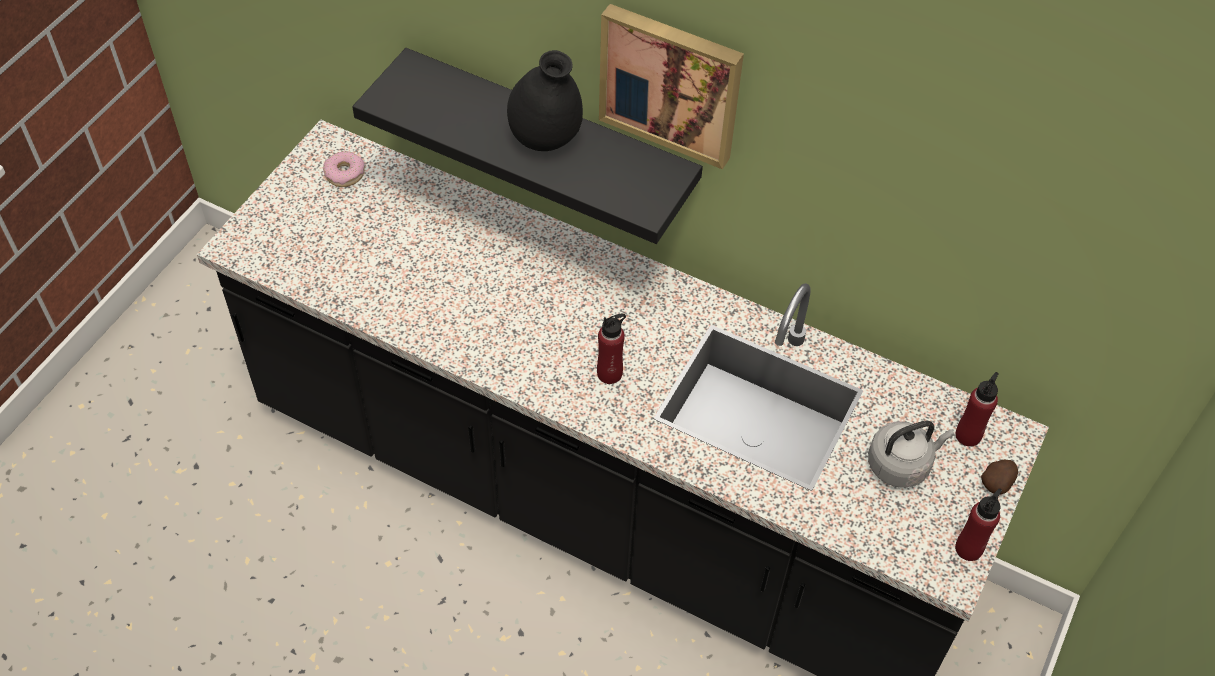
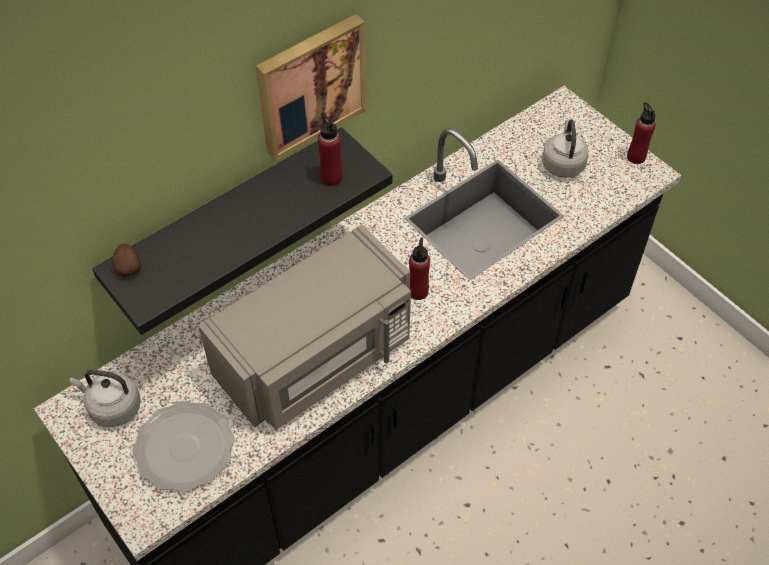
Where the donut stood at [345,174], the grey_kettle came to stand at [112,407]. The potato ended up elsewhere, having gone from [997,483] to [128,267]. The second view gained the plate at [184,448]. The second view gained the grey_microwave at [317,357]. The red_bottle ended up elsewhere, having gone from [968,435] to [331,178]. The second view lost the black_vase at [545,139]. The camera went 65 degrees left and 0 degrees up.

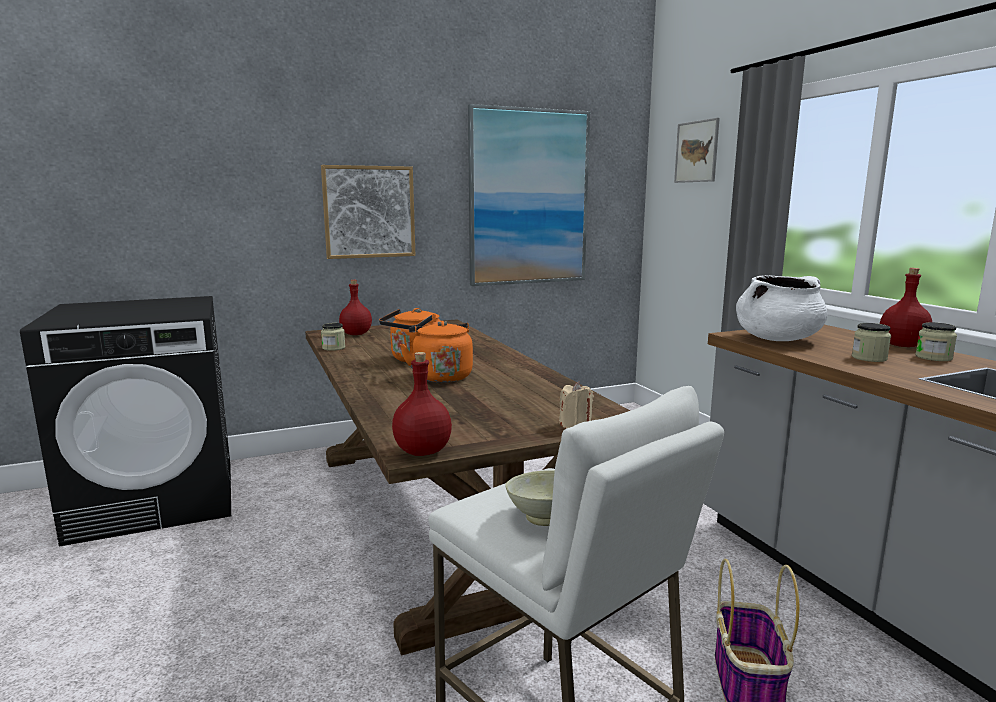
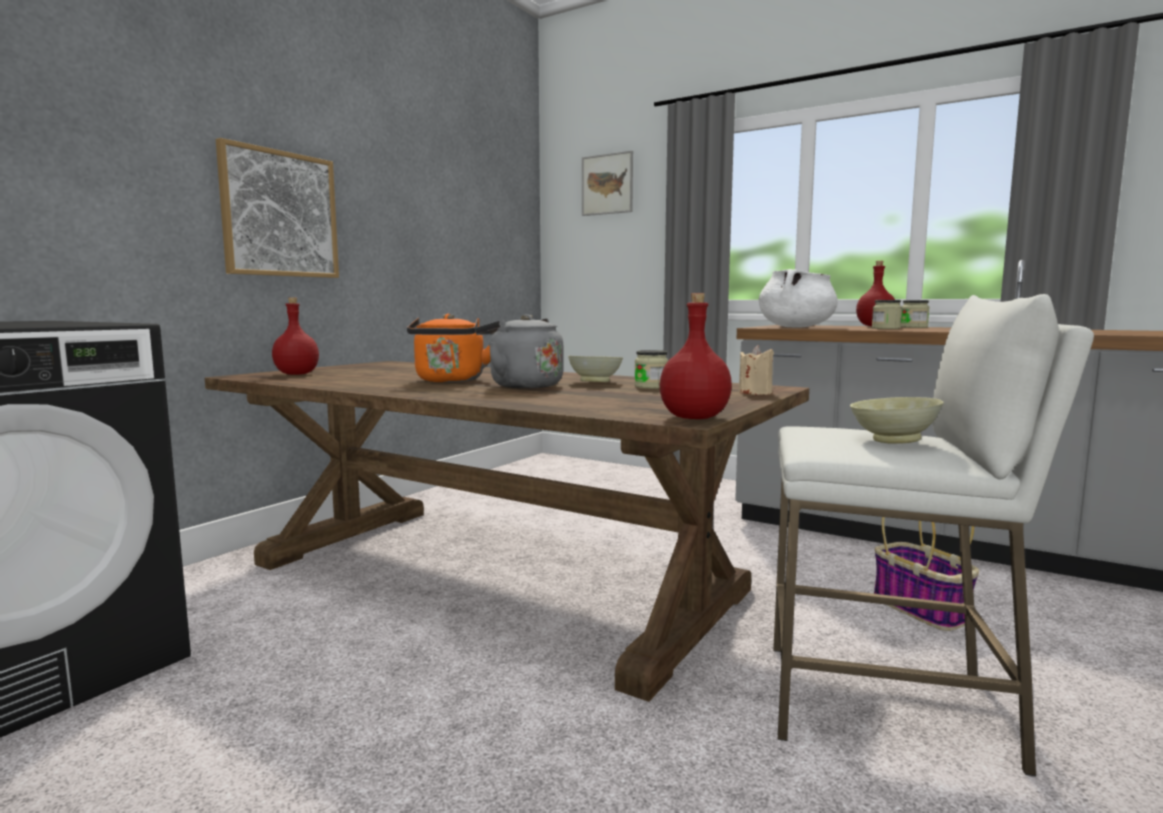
What was the orange_kettle at [441,376] turned into the grey_kettle at [522,385]. The second view gained the beige_bowl at [596,382]. The jar ended up elsewhere, having gone from [333,348] to [651,386]. The second view lost the picture at [528,198]. The camera went 35 degrees left and 5 degrees down.

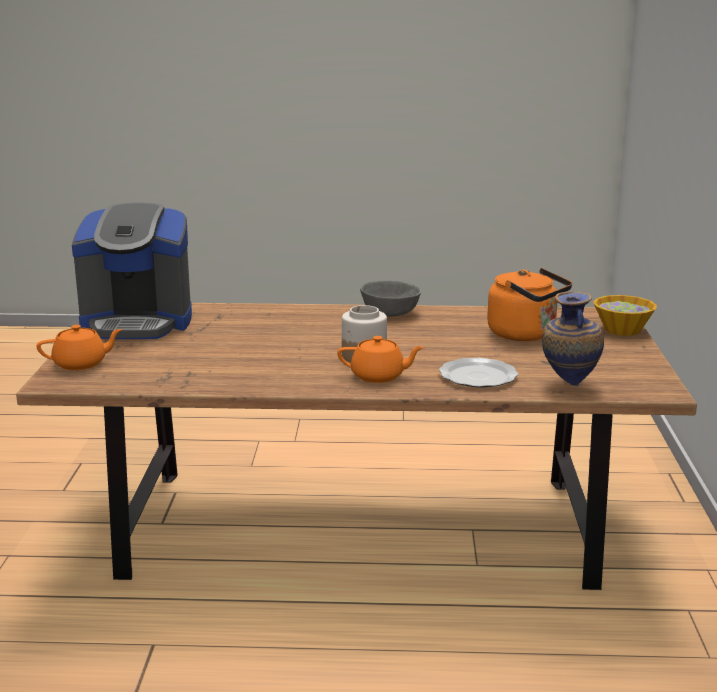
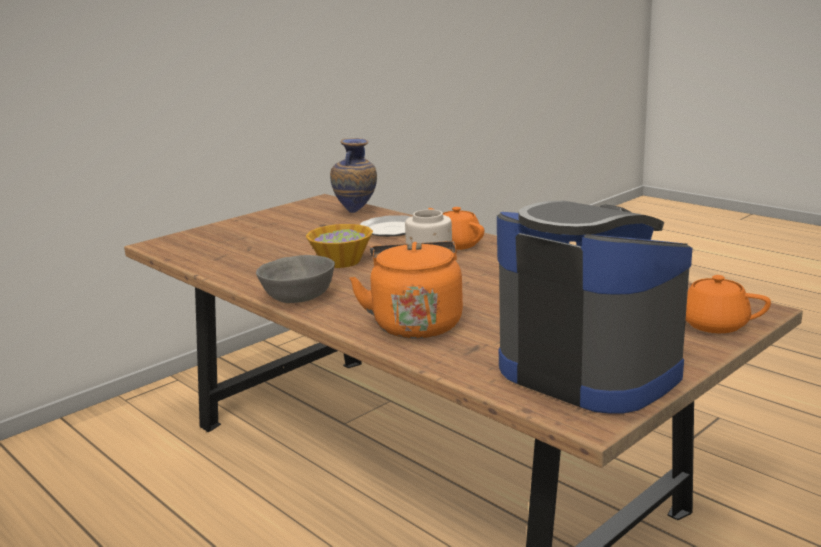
The bowl ended up elsewhere, having gone from [622,330] to [341,261]. The orange_kettle ended up elsewhere, having gone from [526,334] to [416,323]. The camera went 135 degrees left and 0 degrees up.

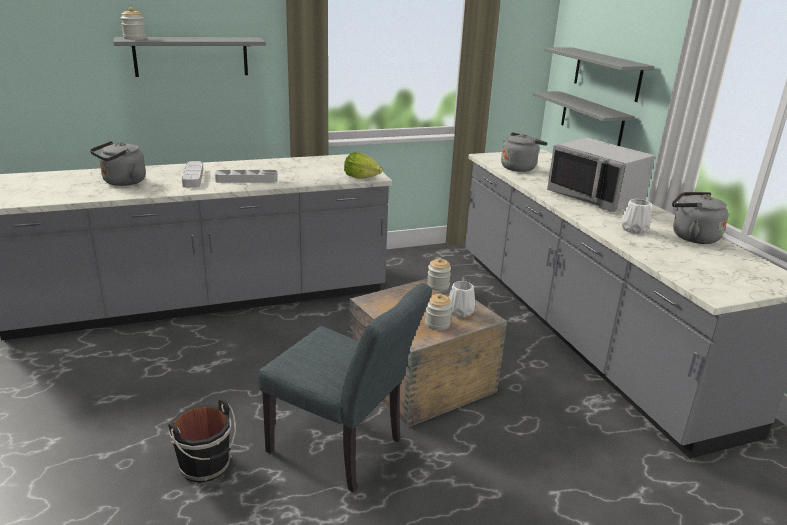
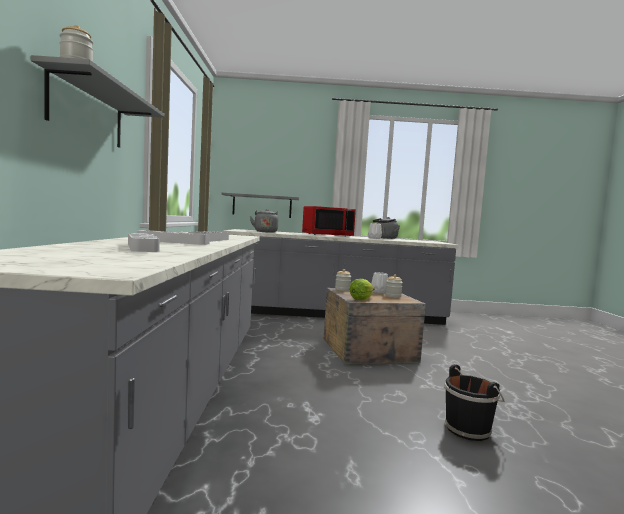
Where the grey_kettle stood at [122,182], the grey_tray came to stand at [142,247]. What was the grey_microwave at [596,197] turned into the red_microwave at [327,235]. The lettuce ended up elsewhere, having gone from [361,177] to [361,299]. The second view lost the grey_chair at [343,449]. The second view lost the grey_shelf at [607,74]. The camera went 70 degrees left and 20 degrees down.

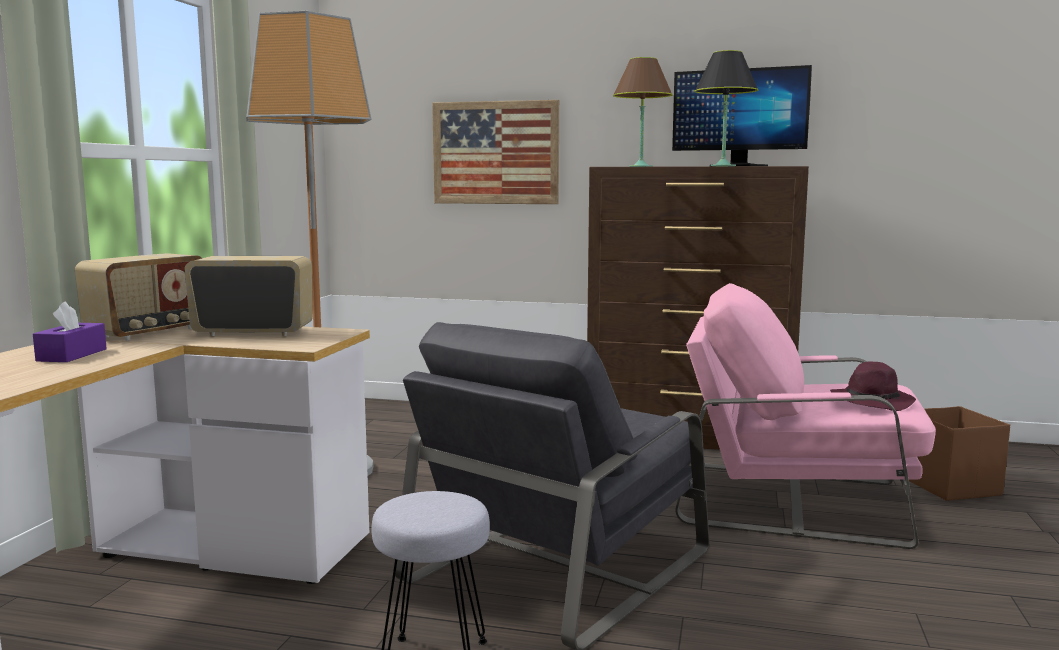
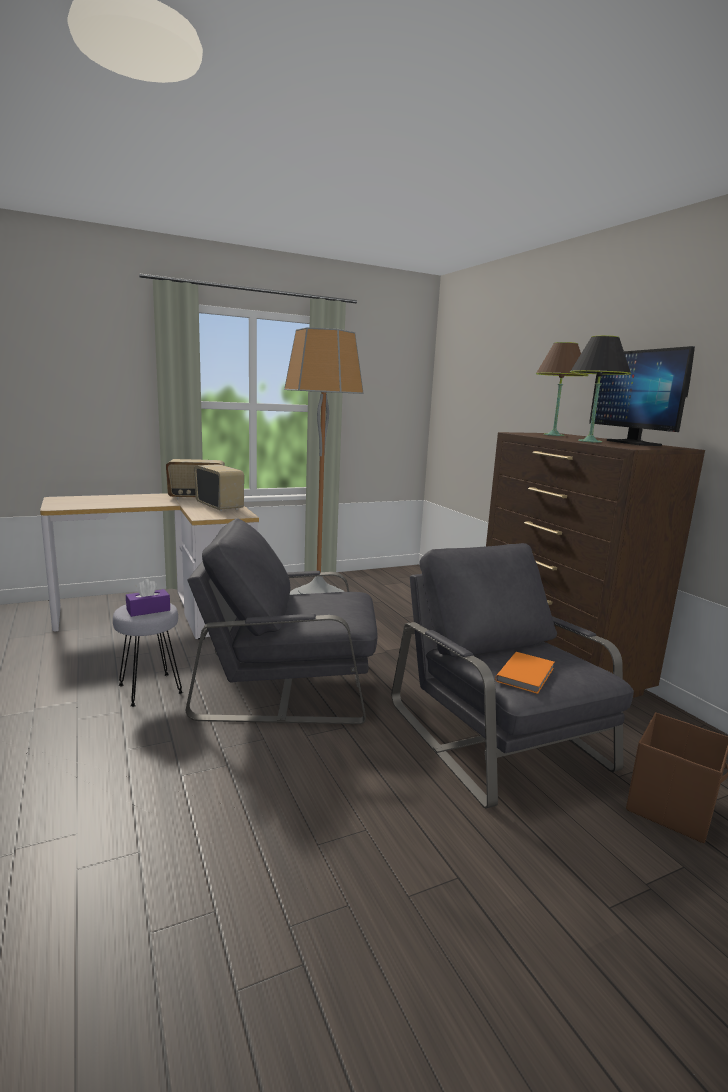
The purple_tissue_box ended up elsewhere, having gone from [72,355] to [148,610]. What was the pink_armchair at [794,501] turned into the grey_armchair at [499,736]. Where the purple_hat stood at [872,401], the orange_book came to stand at [527,674]. The second view lost the picture at [495,153]. The camera went 50 degrees right and 5 degrees up.

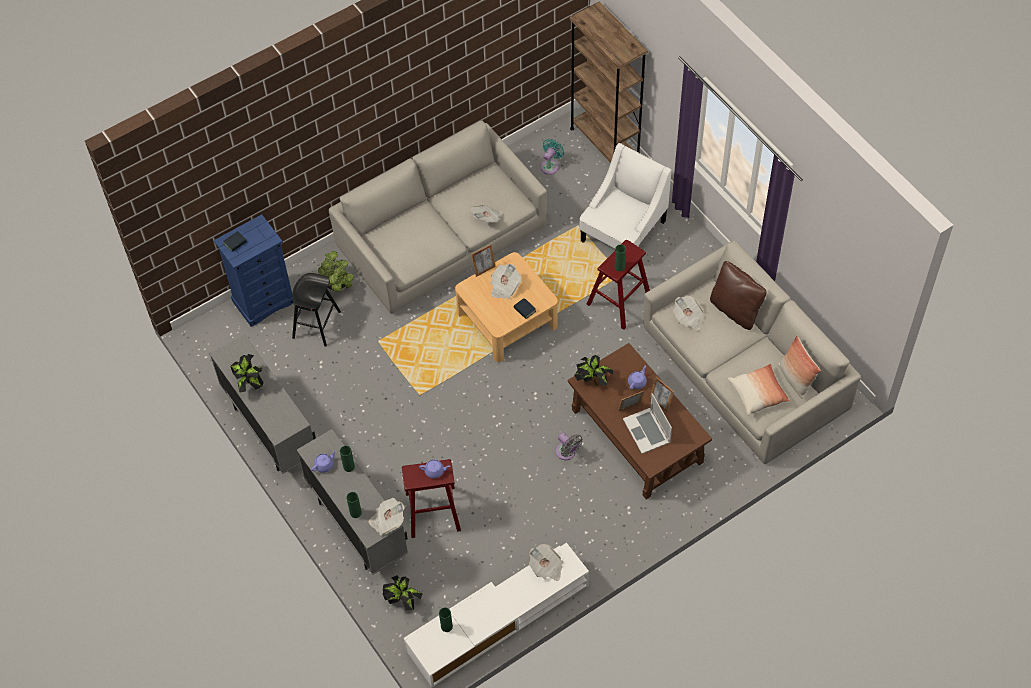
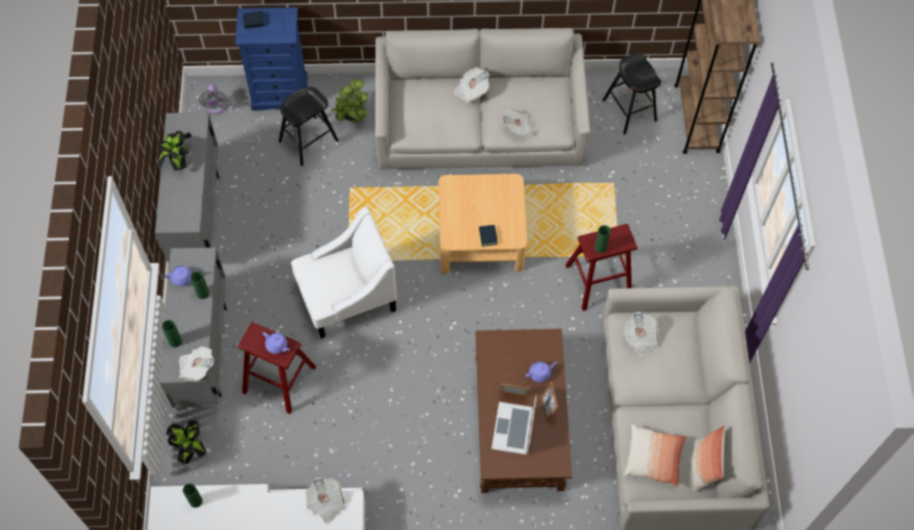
The grey_fan ended up elsewhere, having gone from [567,453] to [216,107]. The white_armchair ended up elsewhere, having gone from [623,231] to [346,296]. The newspaper ended up elsewhere, having gone from [504,287] to [471,90]. Where the turquoise_fan stood at [550,166], the black_stool came to stand at [629,110]. The second view lost the picture_frame at [484,269]. The second view lost the potted_plant at [593,381]. The second view lost the brown_pillow at [735,310]. The camera went 30 degrees right and 5 degrees up.

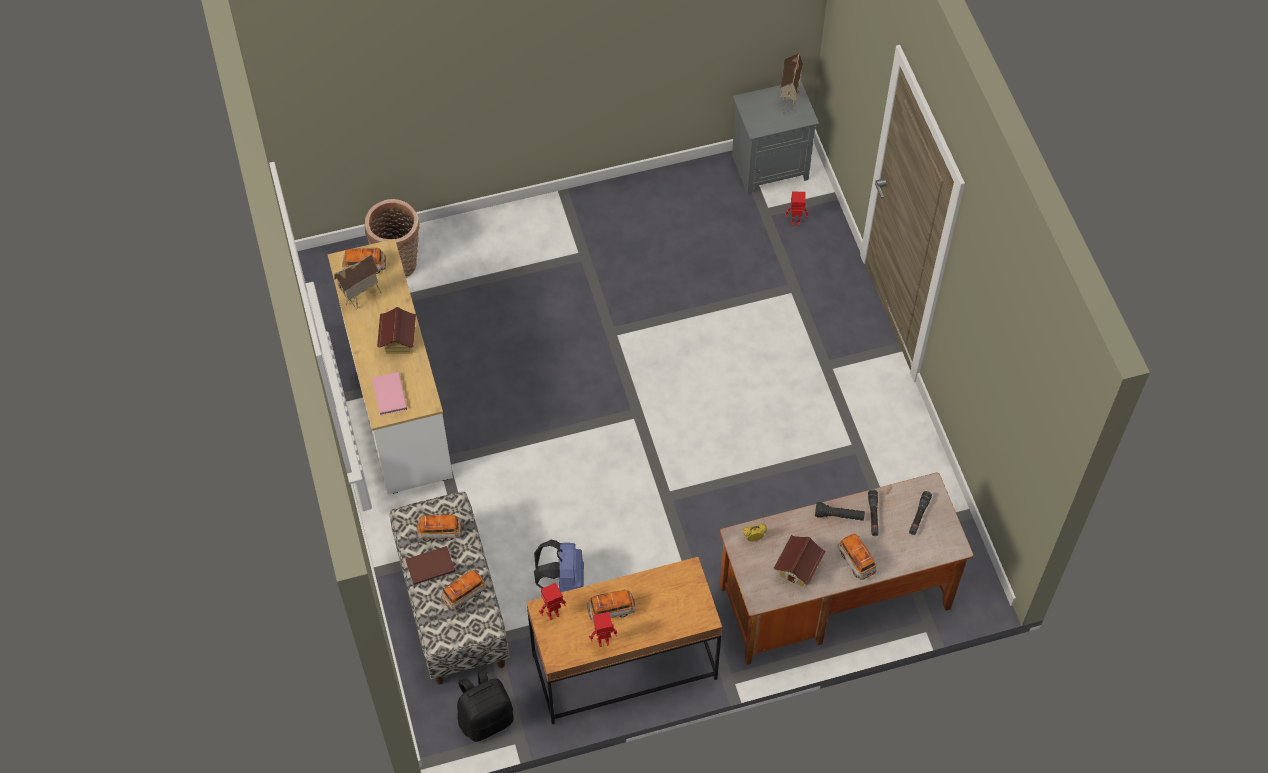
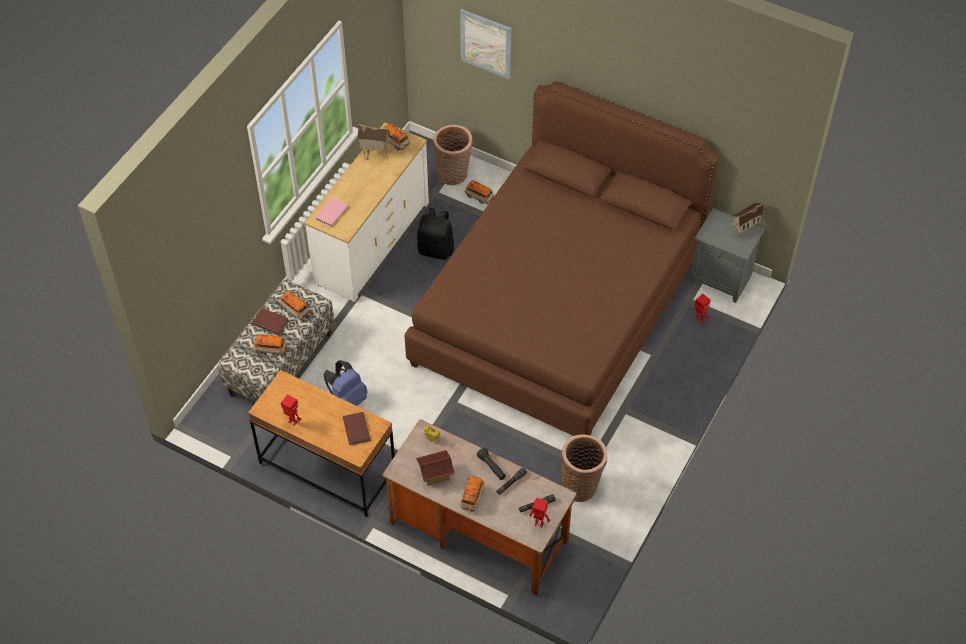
The second view gained the brown_book at [355,430]. The second view gained the brown_bed at [558,308]. The black_backpack ended up elsewhere, having gone from [486,718] to [436,249]. The second view gained the picture at [486,43]. The toy_car ended up elsewhere, having gone from [611,610] to [479,197]. The toy_robot ended up elsewhere, having gone from [553,614] to [539,524]. The second view gained the basket at [581,485]. The second view lost the toy_house at [398,341]. The camera went 45 degrees right and 5 degrees down.

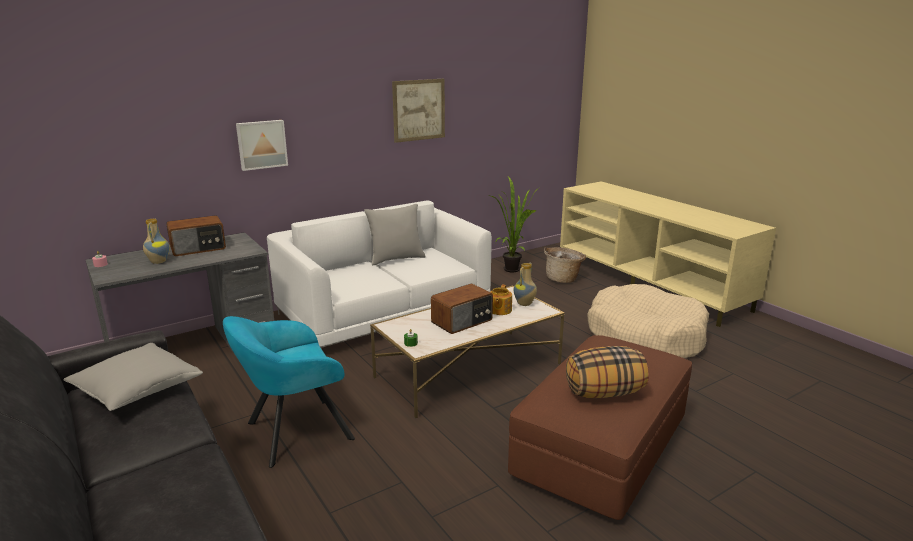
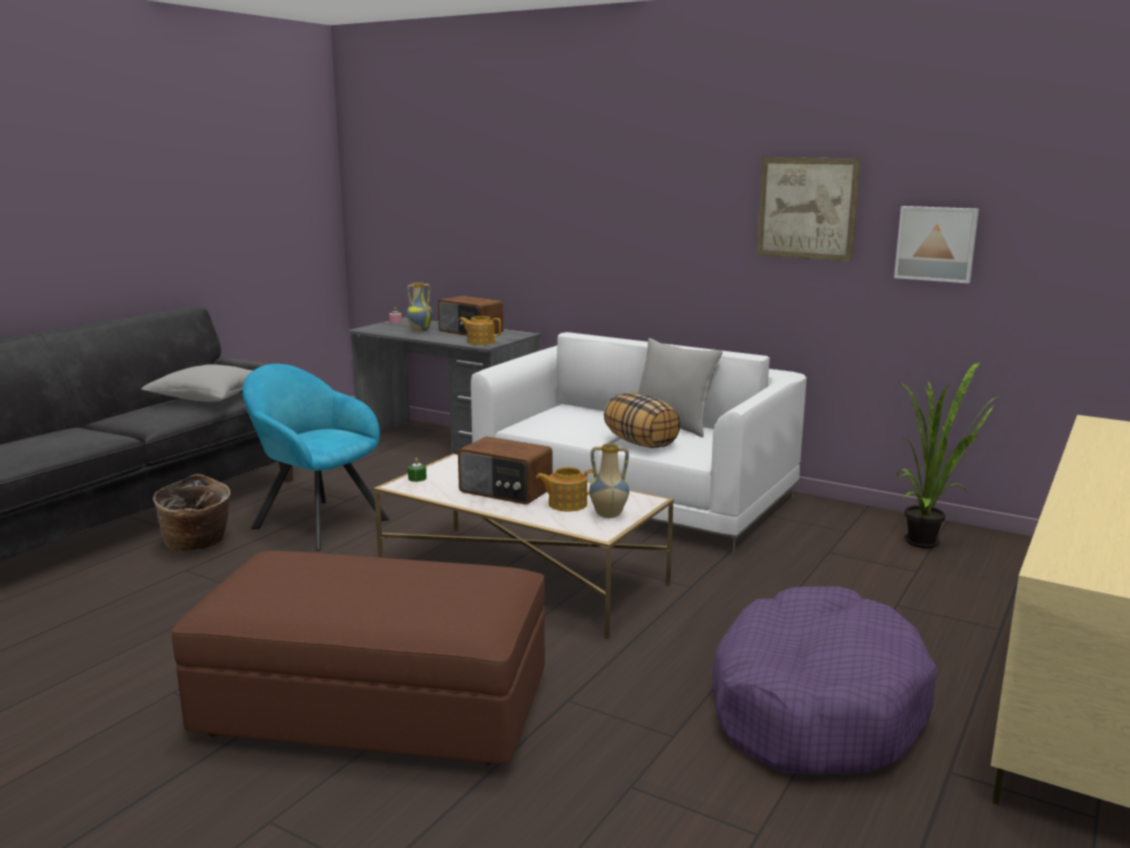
The basket ended up elsewhere, having gone from [563,279] to [197,544]. The second view gained the teapot at [480,342]. The pillow ended up elsewhere, having gone from [604,392] to [641,443]. What was the beige_dog_bed at [645,335] turned into the purple_dog_bed at [814,706]. The picture ended up elsewhere, having gone from [261,144] to [936,243]. The camera went 65 degrees right and 5 degrees down.

